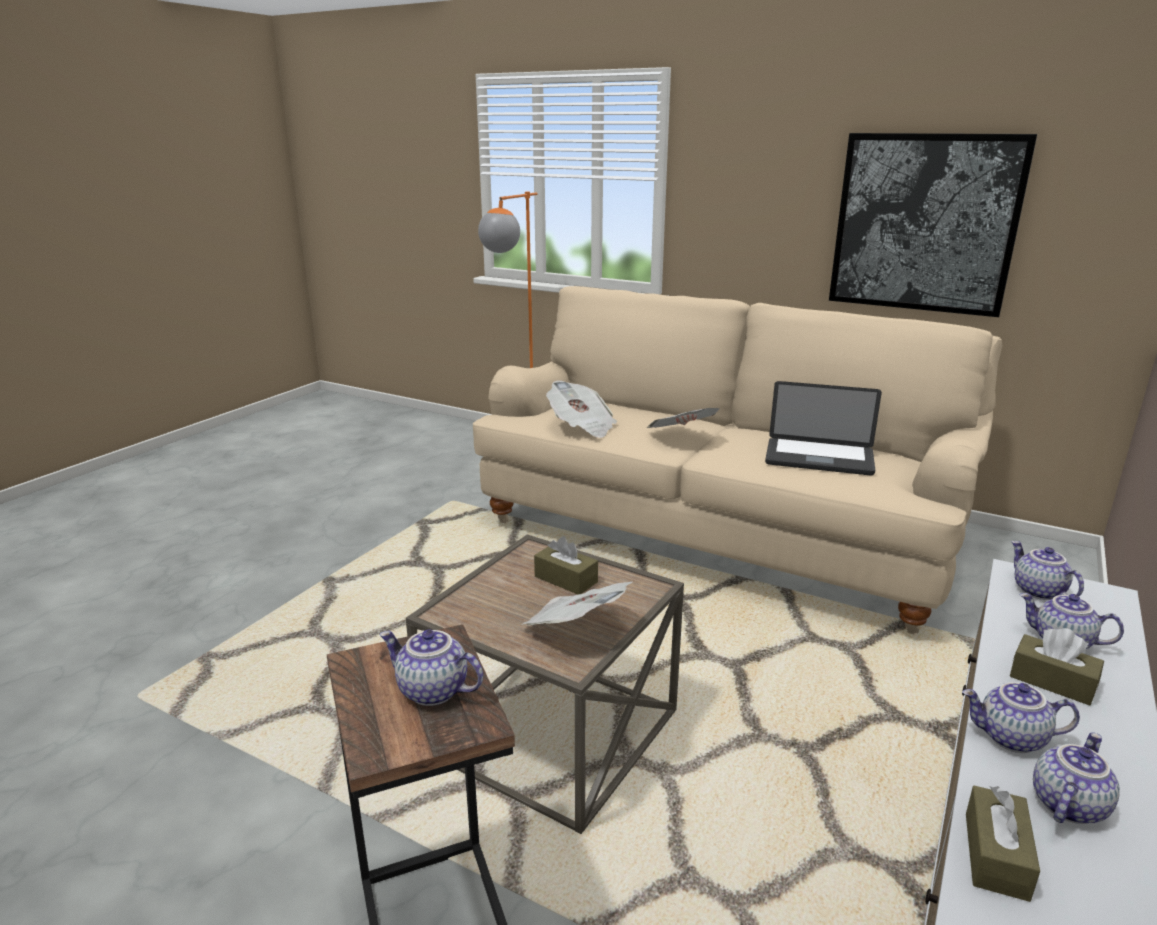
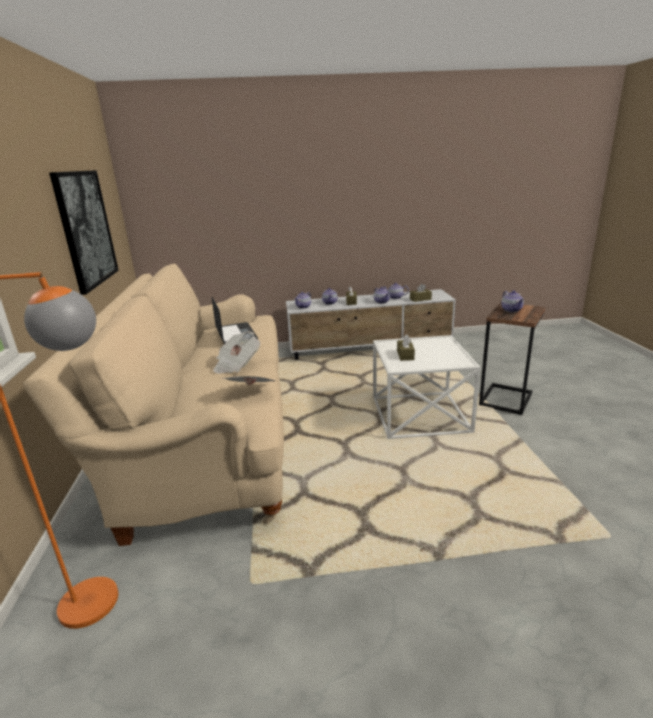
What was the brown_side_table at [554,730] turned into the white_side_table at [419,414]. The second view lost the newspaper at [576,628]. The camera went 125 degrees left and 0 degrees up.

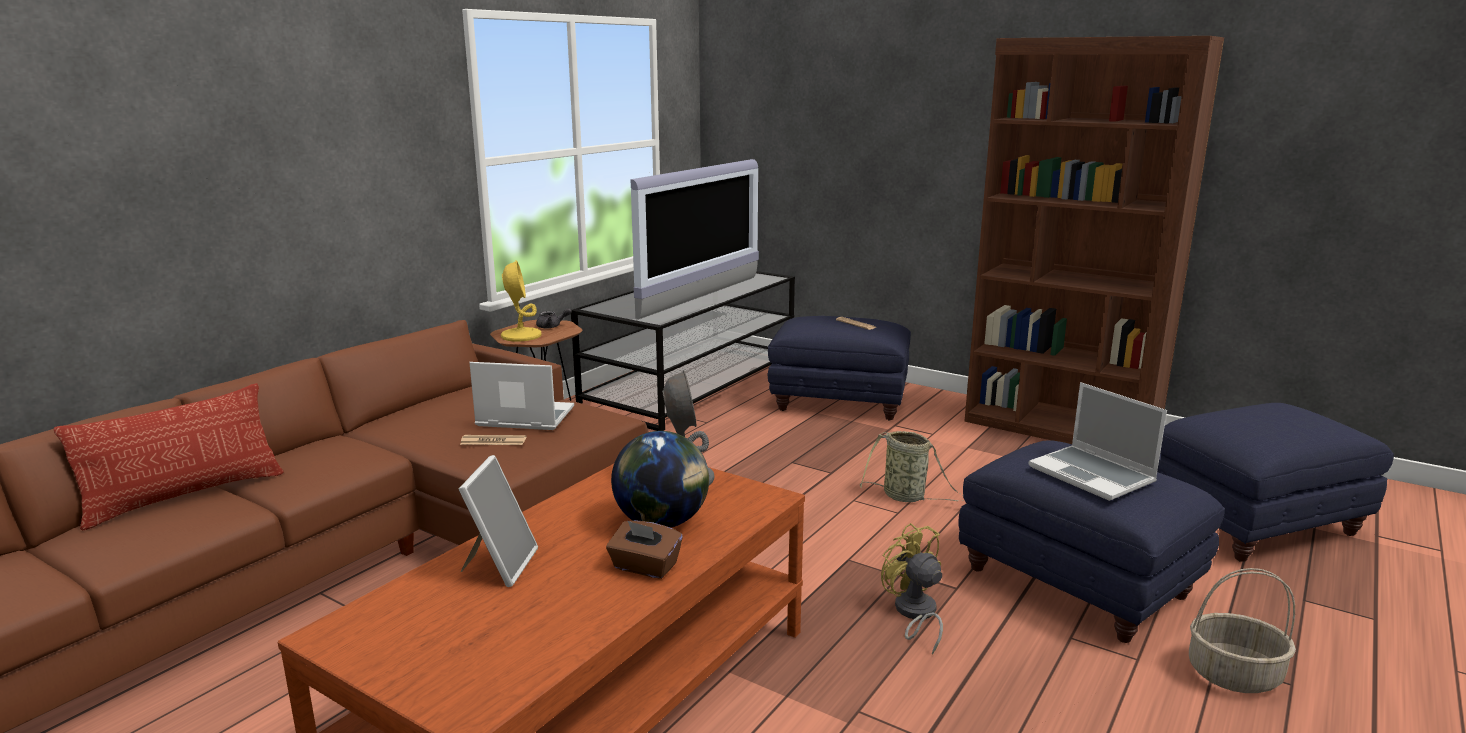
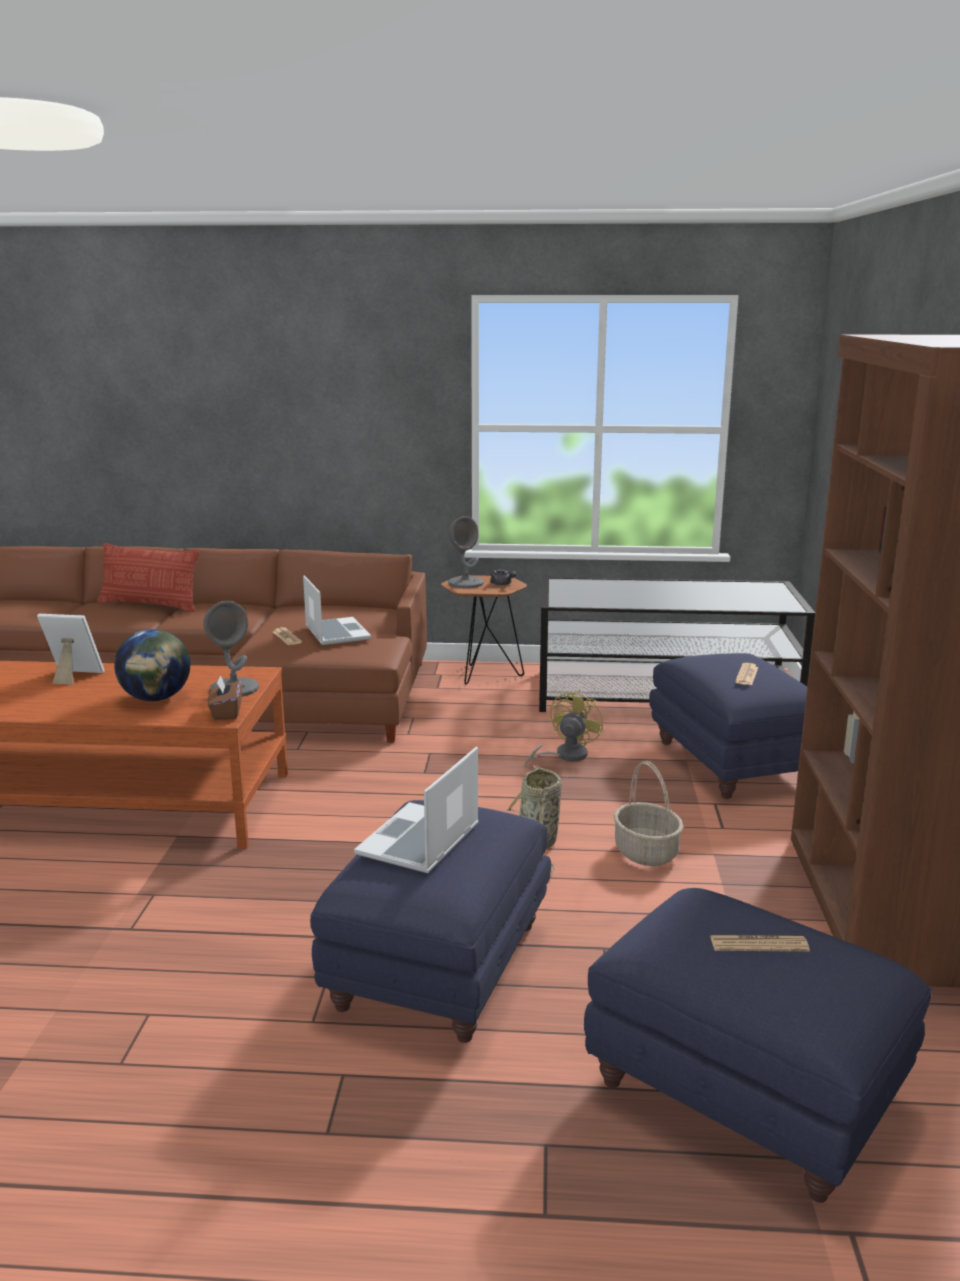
The picture_frame at [499,565] ended up facing another way, 150 degrees counterclockwise from before. The brown_tissue_box ended up elsewhere, having gone from [644,567] to [226,712]. What was the yellow_table_lamp at [521,335] turned into the grey_table_lamp at [466,583]. The yellow_fan ended up elsewhere, having gone from [914,614] to [564,756]. The basket ended up elsewhere, having gone from [1234,674] to [647,853]. The second view gained the newspaper at [758,944]. The second view lost the television at [702,296]. The camera went 60 degrees right and 0 degrees up.

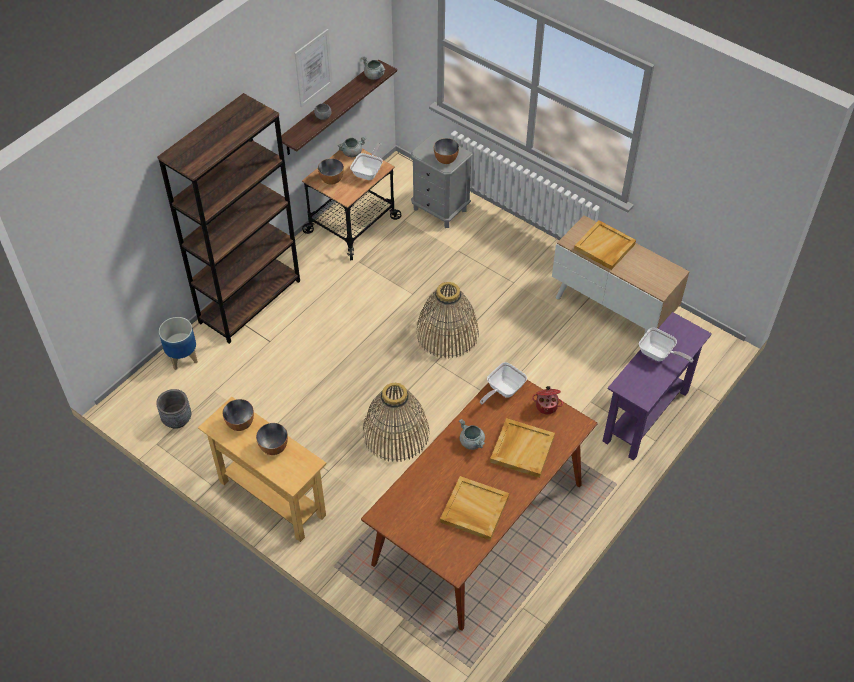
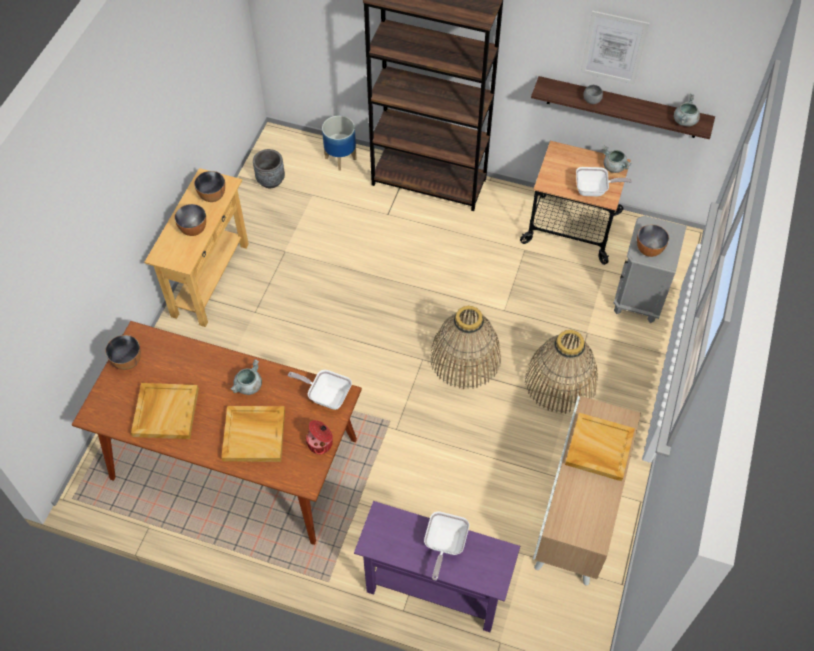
The bowl ended up elsewhere, having gone from [331,180] to [127,361]. The basket ended up elsewhere, having gone from [396,433] to [560,381]. The camera went 70 degrees right and 5 degrees up.

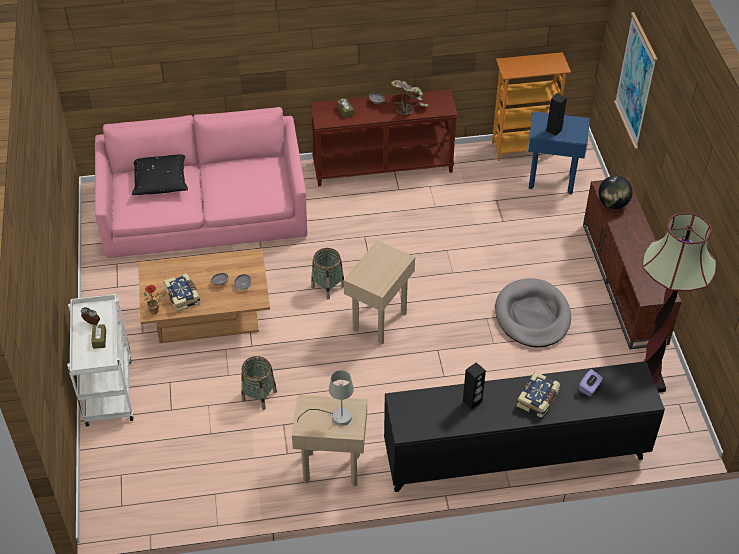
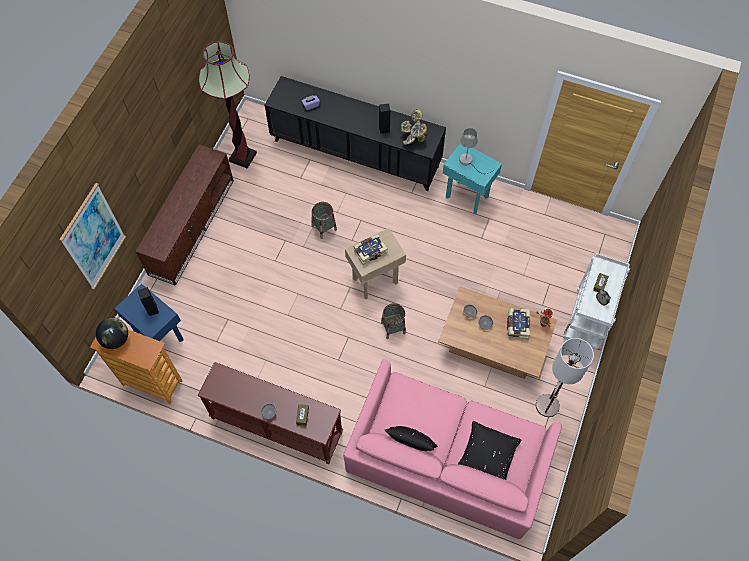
The globe ended up elsewhere, having gone from [612,204] to [116,339]. The basket ended up elsewhere, having gone from [259,396] to [324,227]. The book ended up elsewhere, having gone from [538,399] to [370,251]. The second view gained the black_pillow at [410,444]. The potted_plant ended up elsewhere, having gone from [408,104] to [413,136]. What was the beige_side_table at [331,467] turned into the turquoise_side_table at [466,197]. The second view gained the floor_lamp at [547,406]. The second view lost the grey_dog_bed at [532,316]. The camera went 150 degrees left and 15 degrees up.

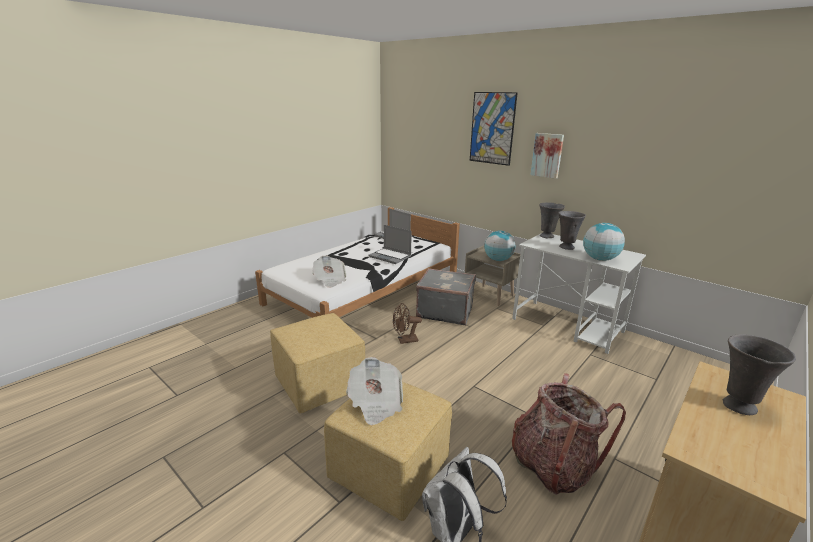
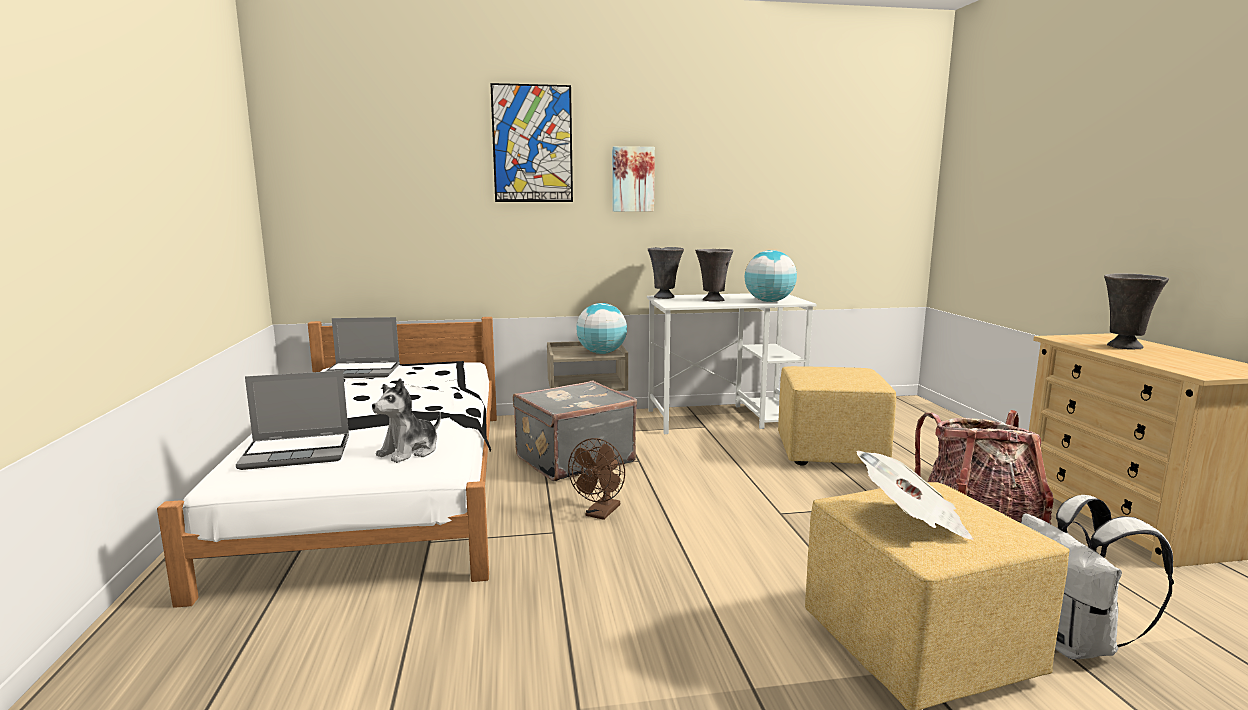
The laptop ended up elsewhere, having gone from [390,257] to [298,452]. Where the newspaper stood at [330,280], the plush_toy came to stand at [410,451]. The yellow_ottoman ended up elsewhere, having gone from [321,385] to [830,453]. The camera went 50 degrees left and 10 degrees down.

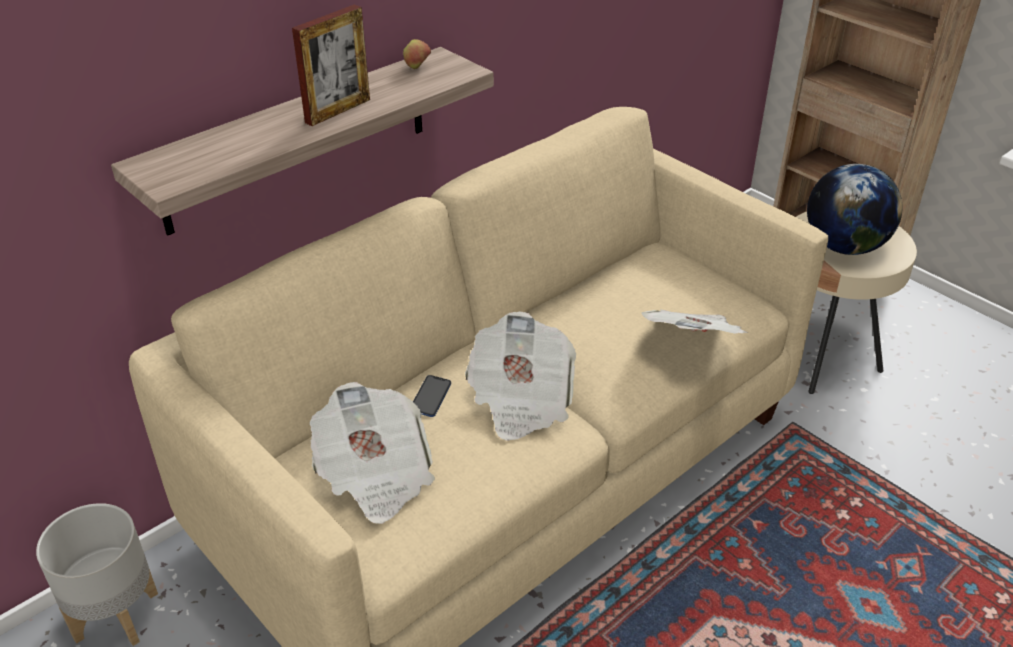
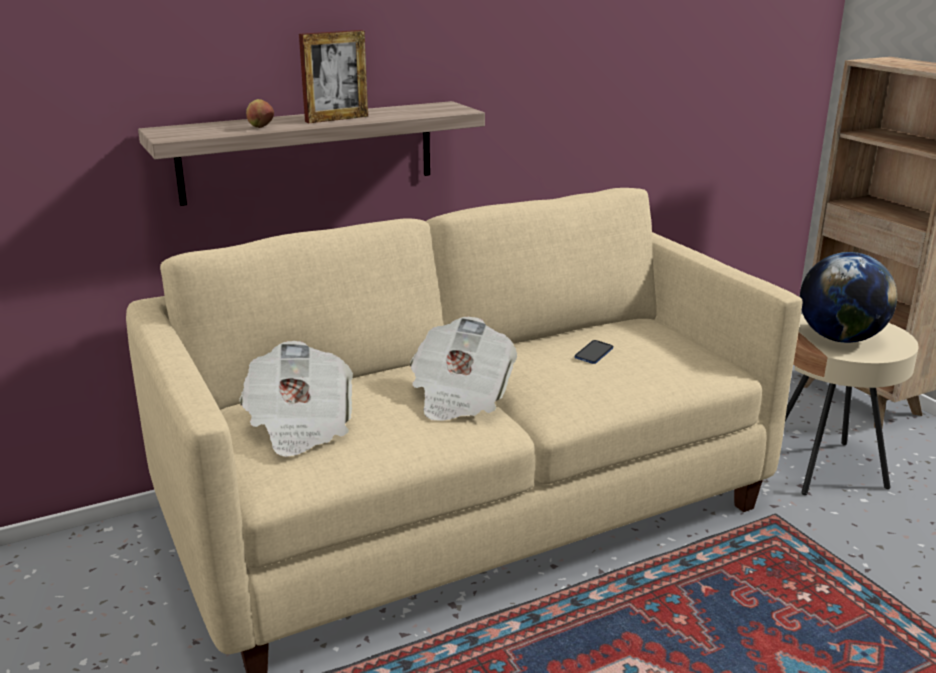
The apple ended up elsewhere, having gone from [417,68] to [261,127]. The phone ended up elsewhere, having gone from [430,397] to [594,353]. The second view lost the grey_planter at [116,615]. The second view lost the newspaper at [693,343]. The camera went 15 degrees right and 15 degrees down.

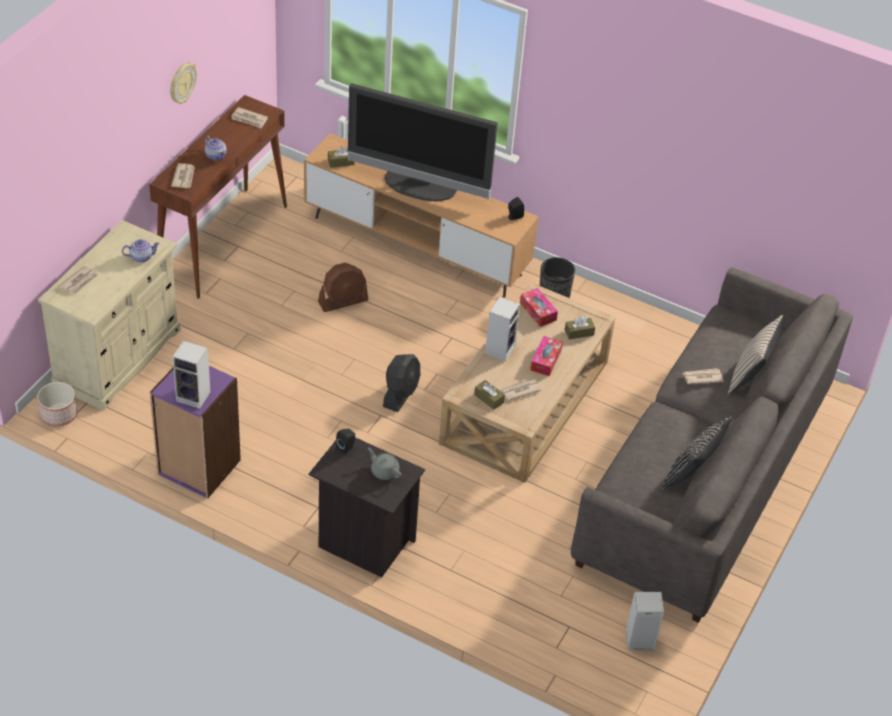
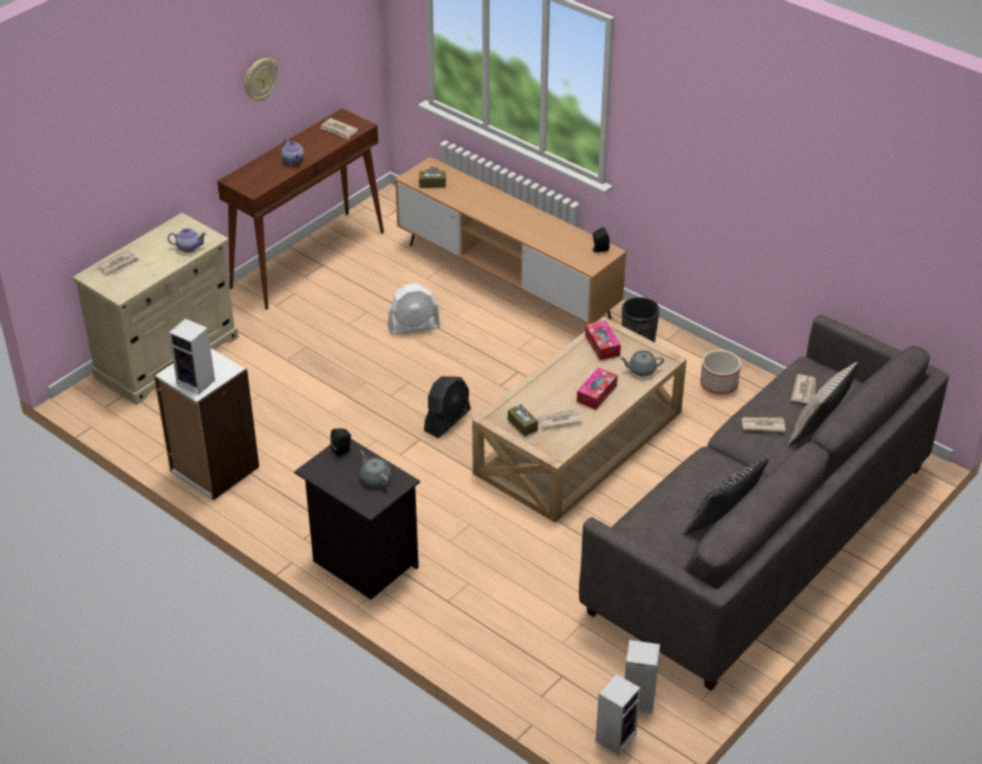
What was the purple_bookcase at [198,467] turned into the white_bookcase at [213,469]. What was the brown_fan at [343,301] turned into the white_fan at [414,326]. The speaker ended up elsewhere, having gone from [500,349] to [616,736]. Where the brown_tissue_box stood at [579,332], the grey_teapot came to stand at [641,370]. The planter ended up elsewhere, having gone from [58,414] to [718,384]. The newspaper ended up elsewhere, having gone from [184,177] to [804,391]. The second view lost the television at [419,187]. The camera went 15 degrees right and 5 degrees down.

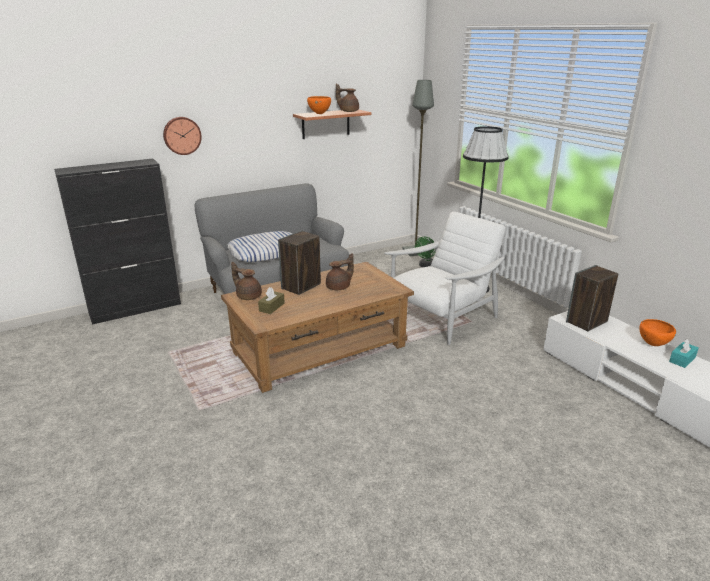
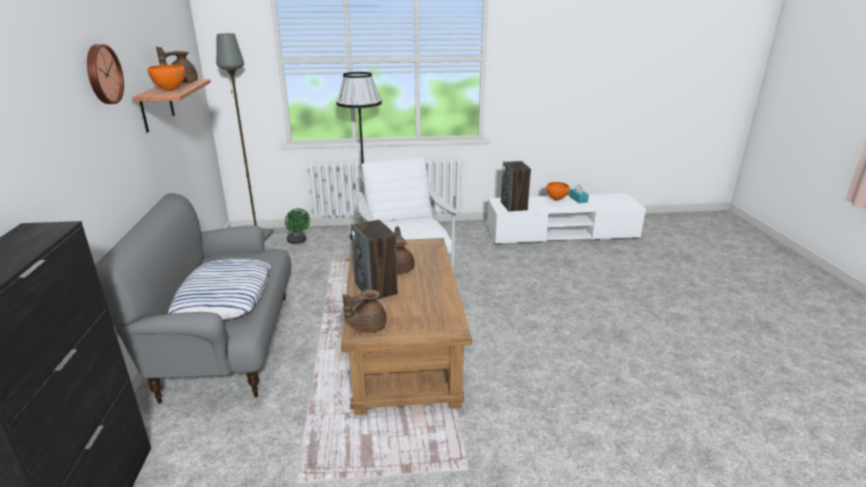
The wall_clock ended up elsewhere, having gone from [182,135] to [102,74]. The second view lost the brown_tissue_box at [271,307]. The camera went 65 degrees left and 0 degrees up.

